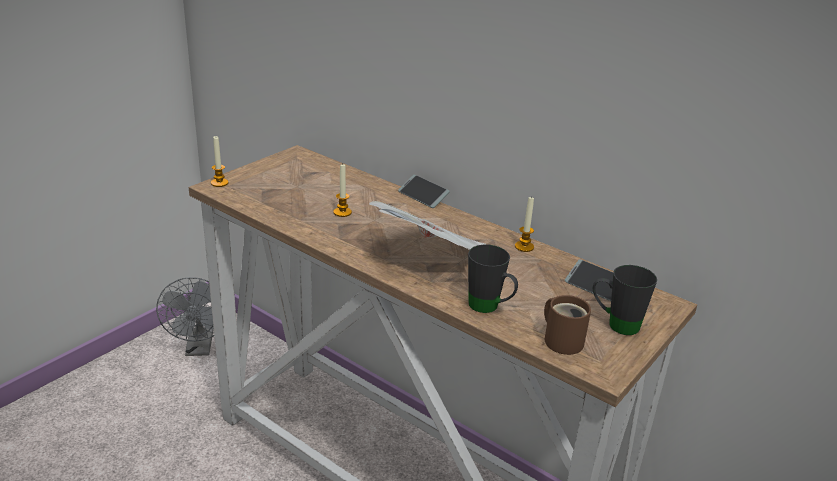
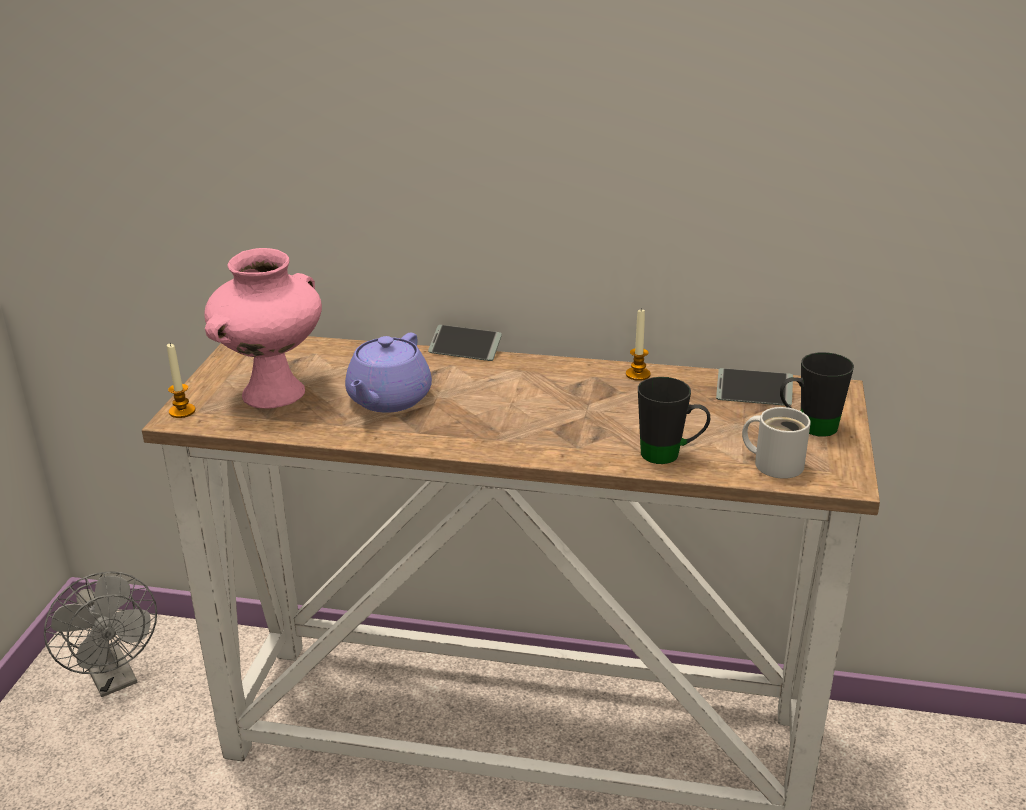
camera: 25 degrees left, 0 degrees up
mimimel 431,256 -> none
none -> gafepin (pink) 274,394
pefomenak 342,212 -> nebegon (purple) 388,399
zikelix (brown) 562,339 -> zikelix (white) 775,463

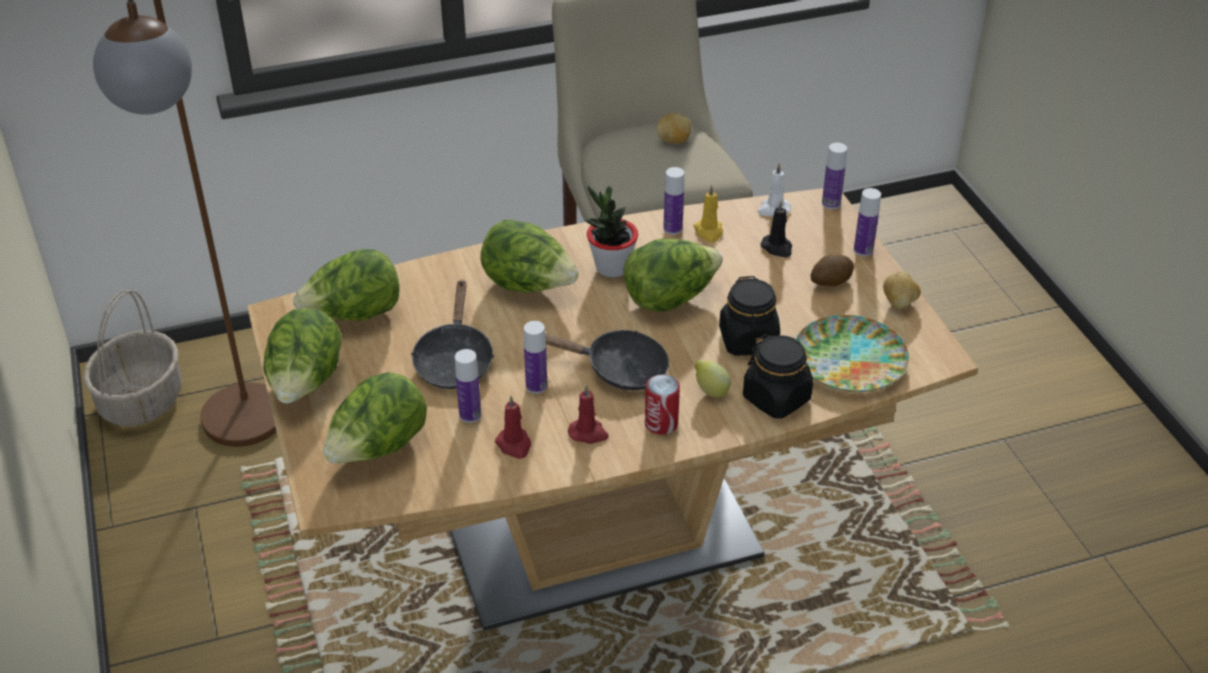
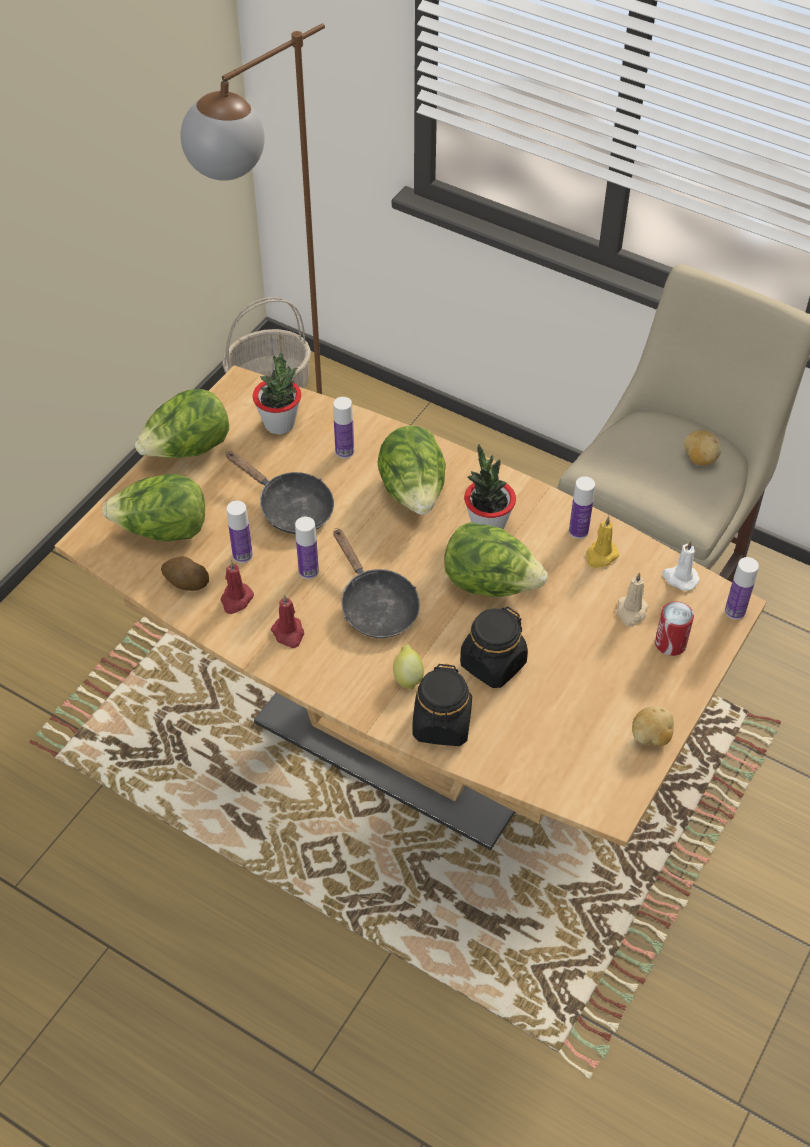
camera: 50 degrees right, 10 degrees up
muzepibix 849,360 -> none
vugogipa 661,423 -> vugogipa 670,643, shifted
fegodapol 830,282 -> fegodapol 186,583, shifted
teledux 863,250 -> teledux 344,451, shifted
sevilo 354,315 -> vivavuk 280,424
pefomenak (black) 777,248 -> pefomenak (beige) 631,612
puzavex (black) 454,360 -> puzavex (black) 290,507, 105 degrees counterclockwise

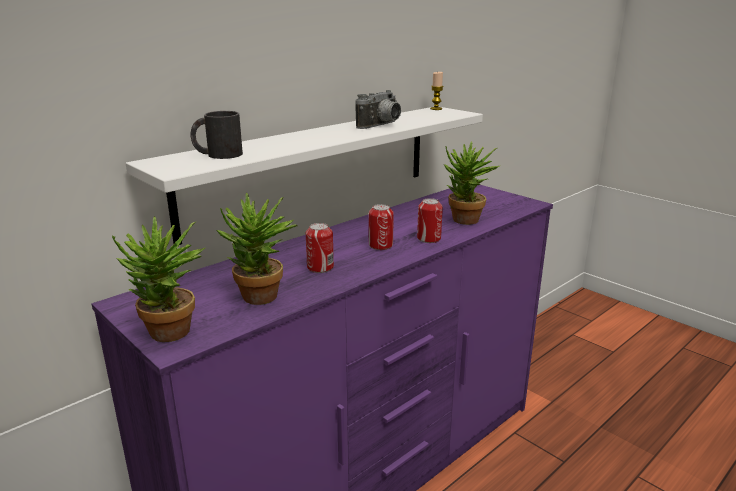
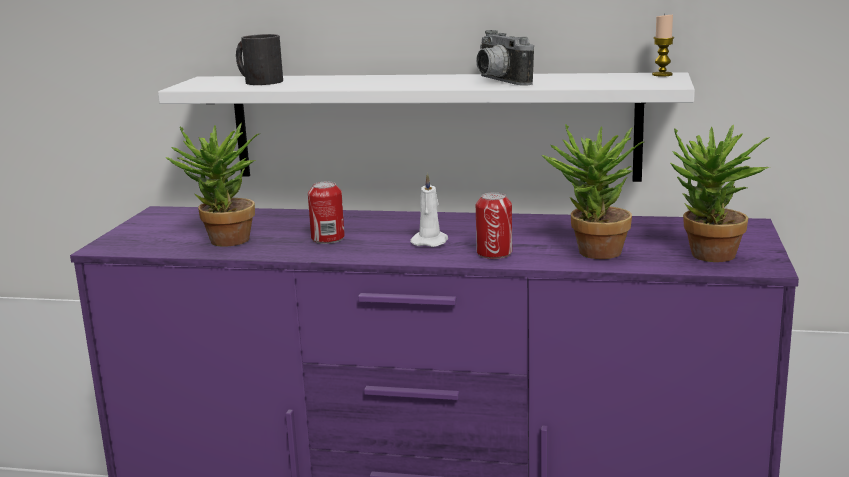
camera: 55 degrees right, 5 degrees down
vivavuk 170,336 -> vivavuk 709,258, shifted
vugogipa 380,245 -> pefomenak (white) 430,241
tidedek 381,126 -> tidedek 497,81, 60 degrees clockwise

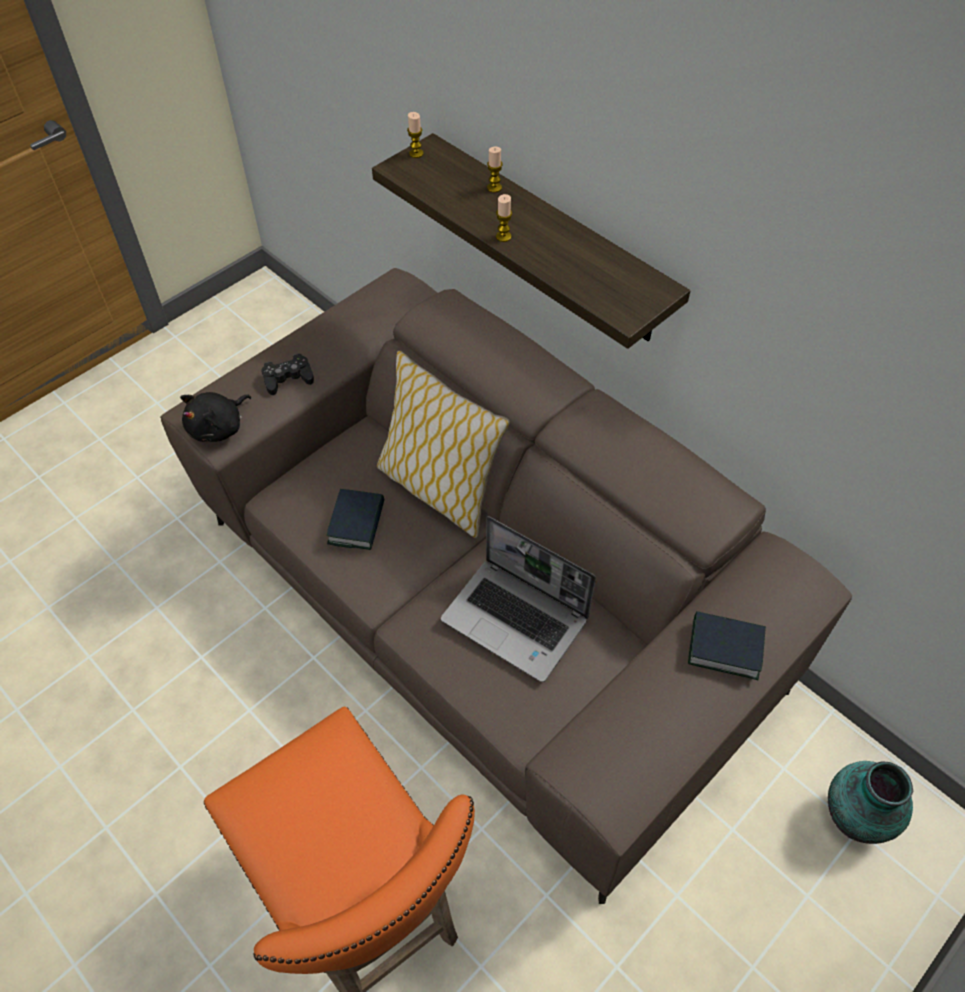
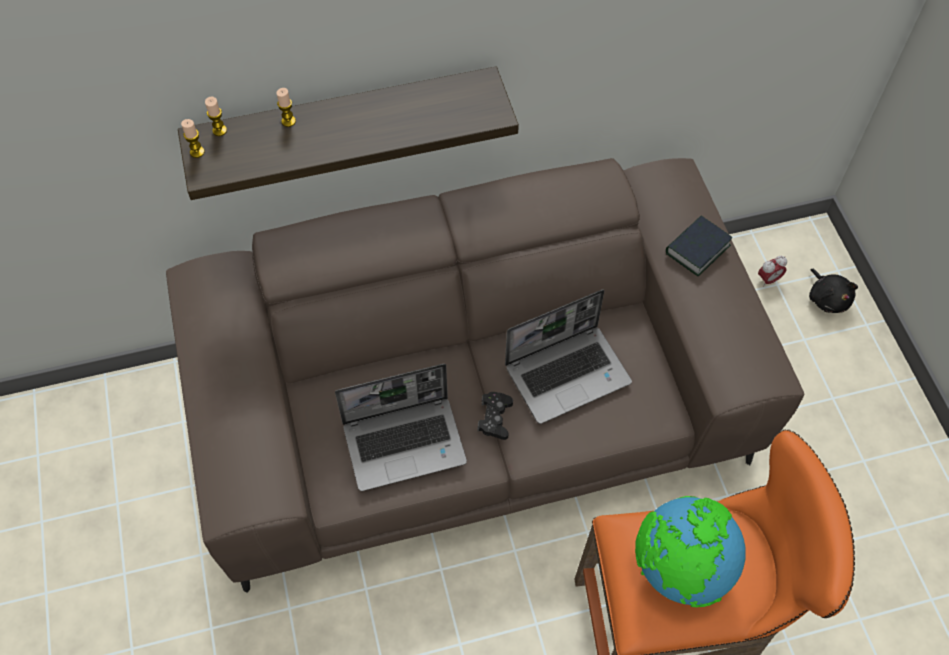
camera: 60 degrees left, 5 degrees up
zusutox 438,488 -> none
none -> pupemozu 680,569
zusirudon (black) 219,427 -> zusirudon (black) 827,298, shifted
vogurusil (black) 288,378 -> vogurusil (black) 495,418, shifted
pefomenak 503,236 -> pefomenak 219,130, shifted
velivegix 357,523 -> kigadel 405,442
gafepin 855,816 -> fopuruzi 768,280

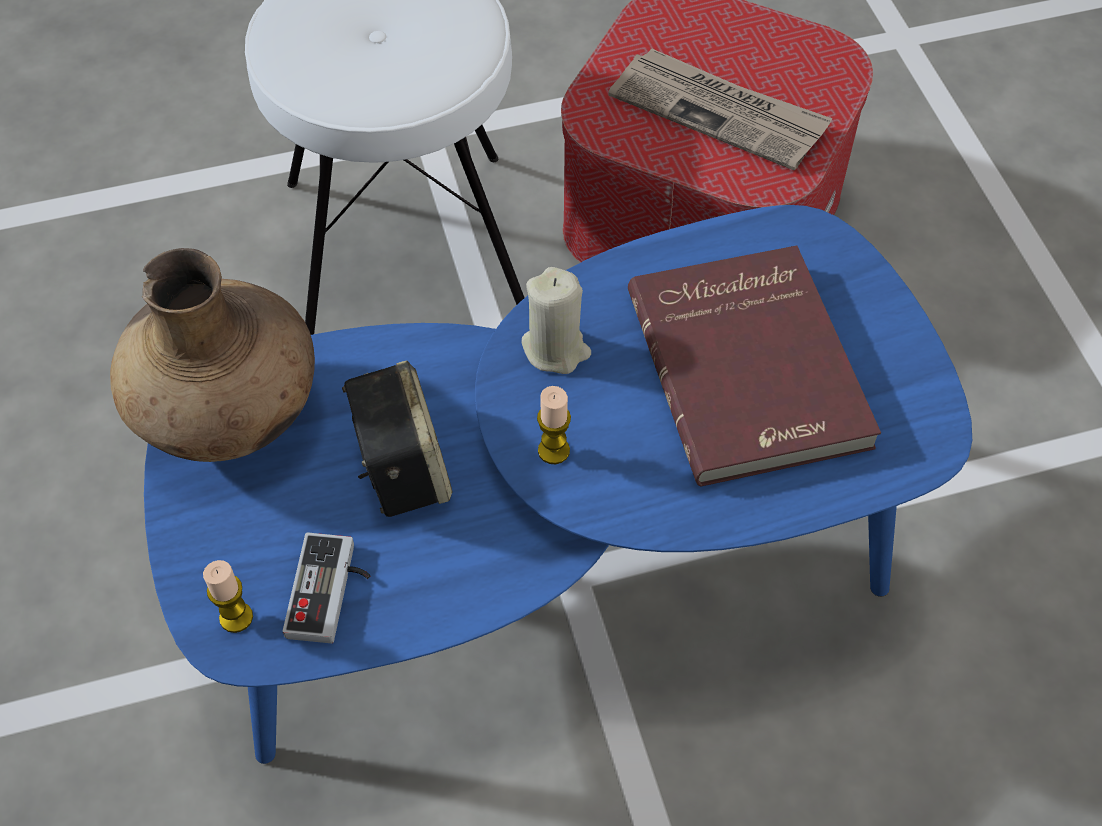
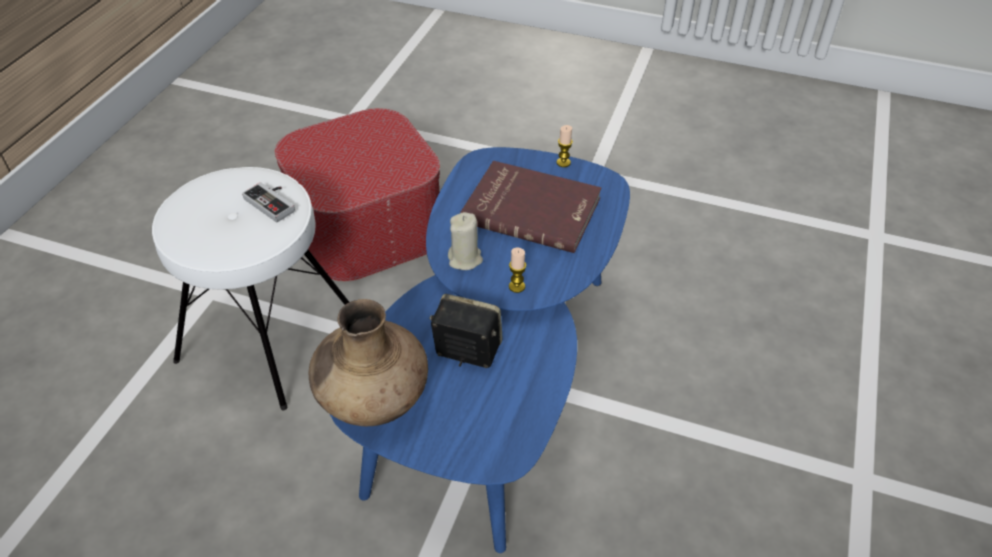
camera: 55 degrees left, 10 degrees down
mimimel 719,112 -> none
pefomenak 236,617 -> pefomenak 563,162, shifted
vogurusil 332,592 -> vogurusil 274,202, shifted

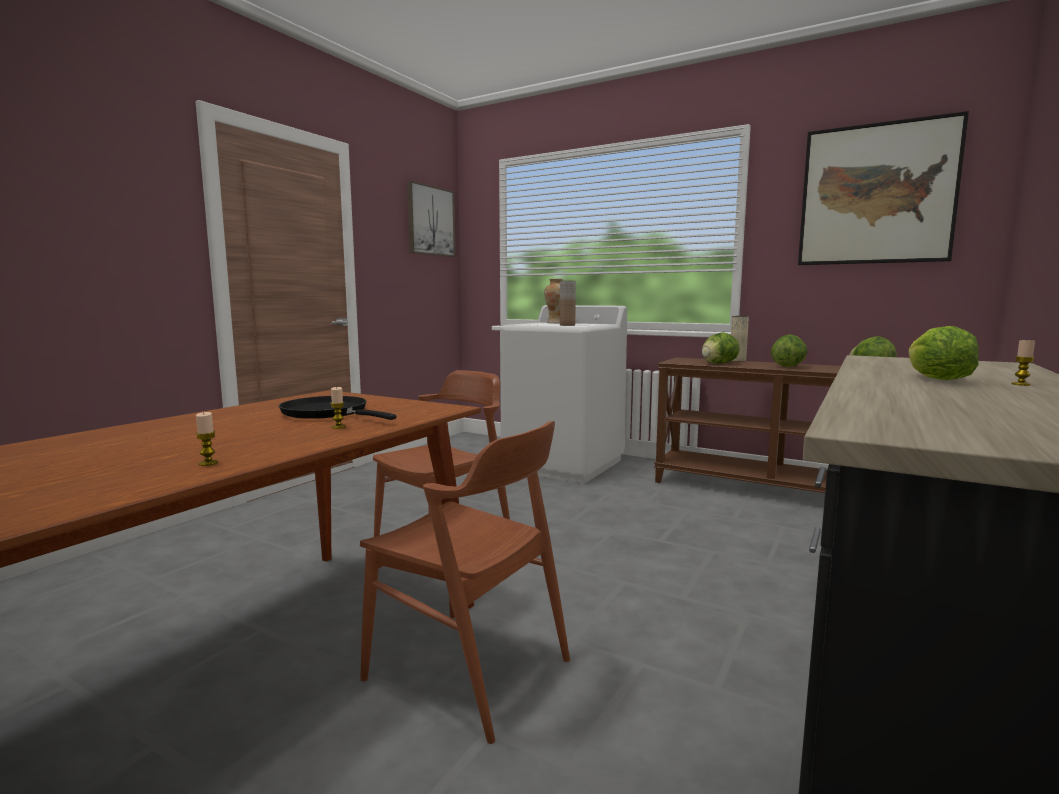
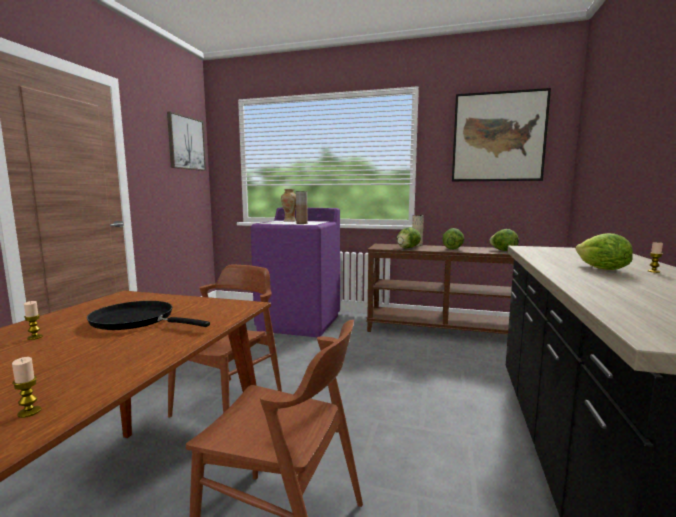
camera: 15 degrees left, 0 degrees up
pefomenak 338,427 -> pefomenak 35,337, shifted
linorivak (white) 564,465 -> linorivak (purple) 300,323

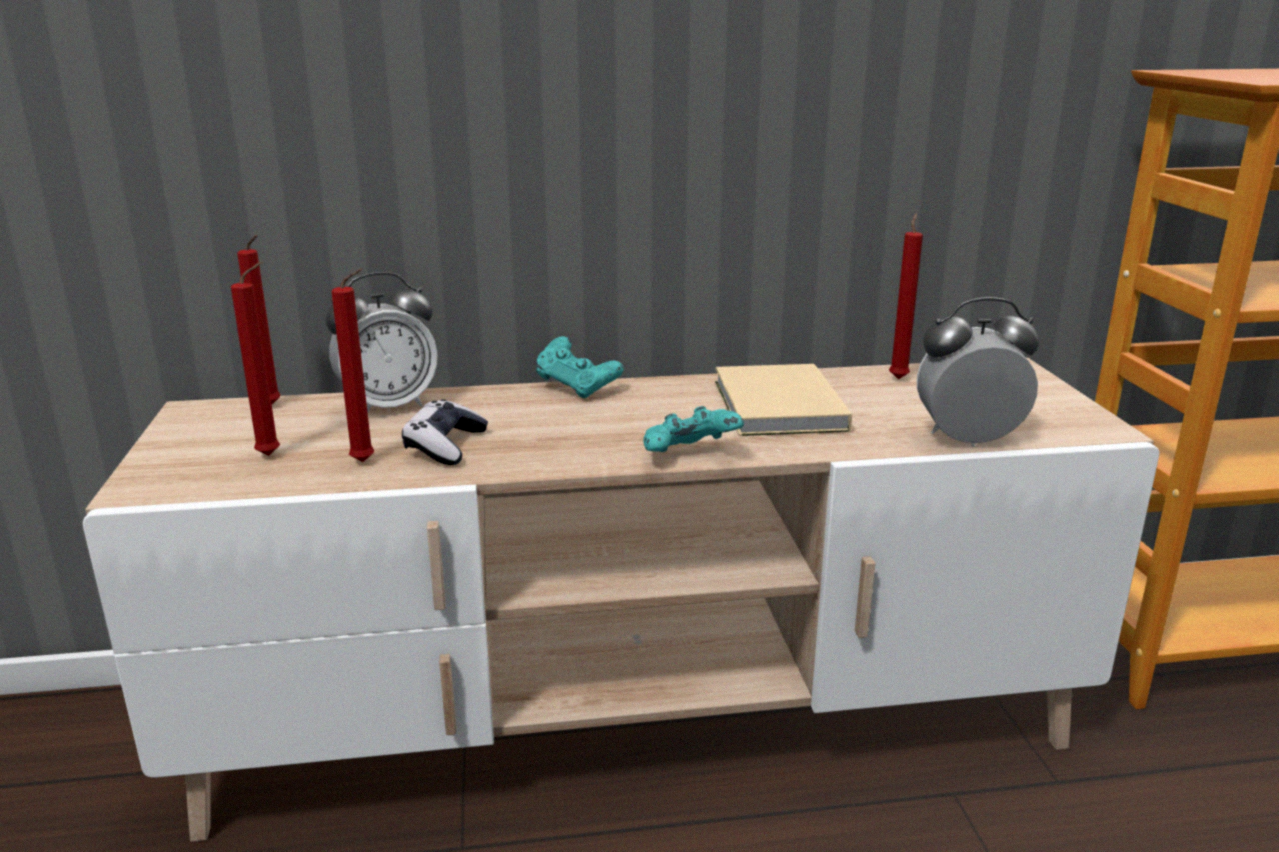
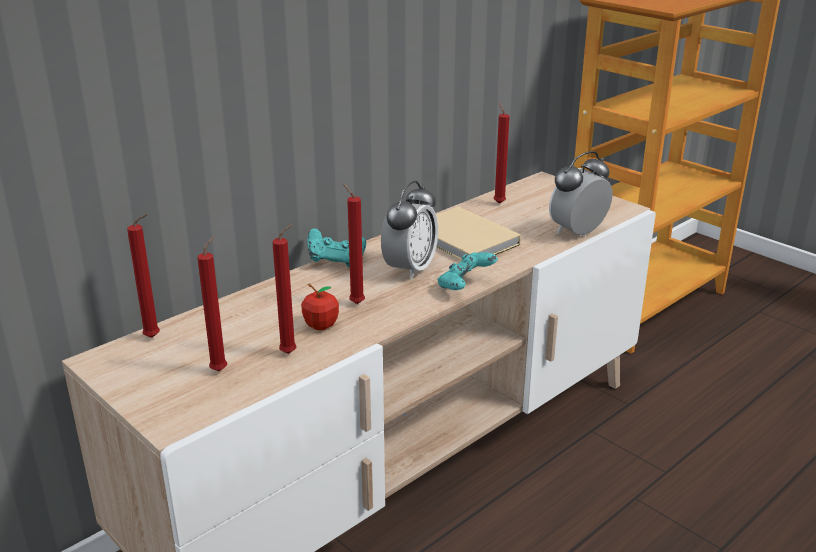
camera: 35 degrees left, 5 degrees up
none -> pefomenak (red) 355,303
fopuruzi 388,406 -> fopuruzi 410,269, shifted
vogurusil 445,446 -> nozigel 321,326

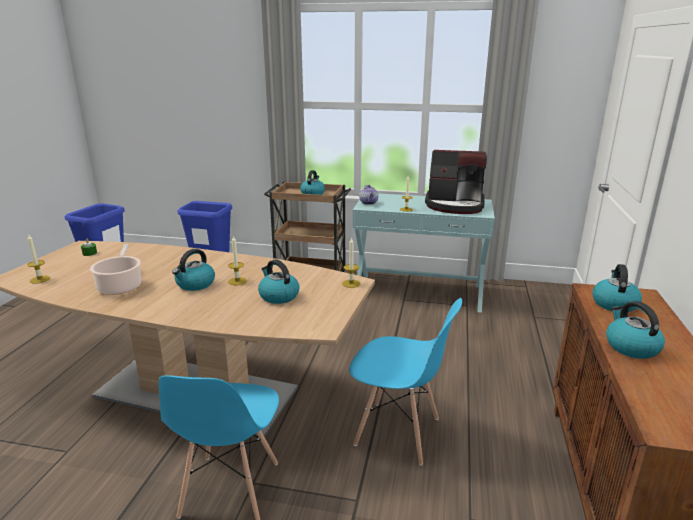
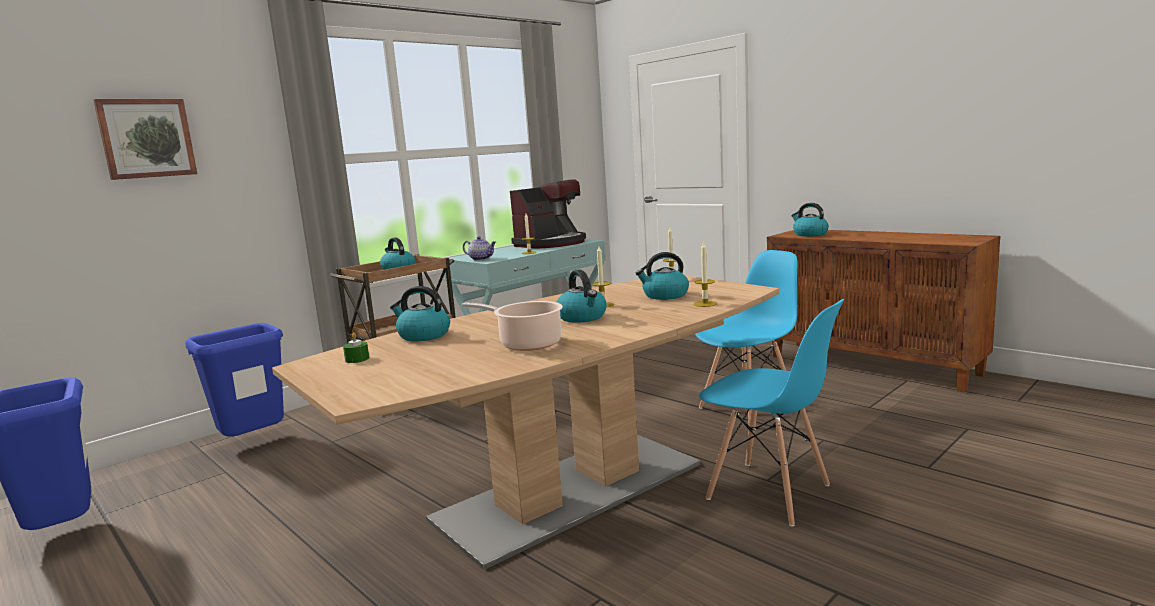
camera: 55 degrees left, 10 degrees down
none -> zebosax 146,138
pefomenak 40,279 -> pefomenak 705,304, shifted
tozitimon 630,347 -> tozitimon 423,335, shifted

